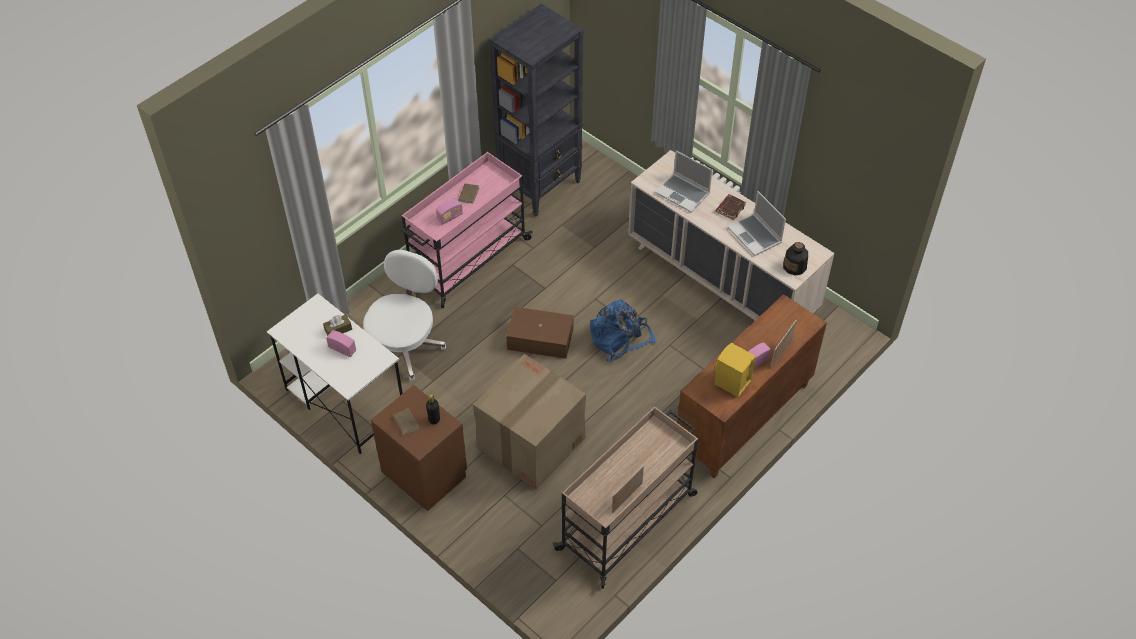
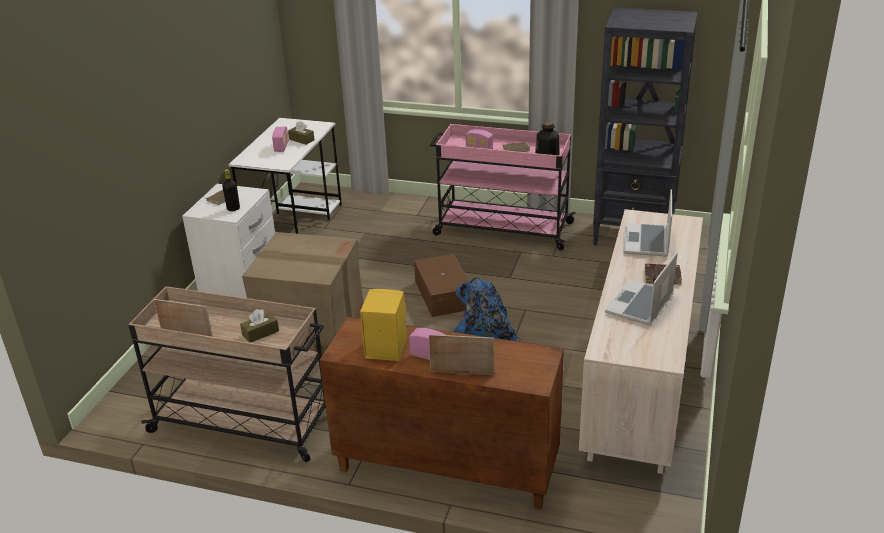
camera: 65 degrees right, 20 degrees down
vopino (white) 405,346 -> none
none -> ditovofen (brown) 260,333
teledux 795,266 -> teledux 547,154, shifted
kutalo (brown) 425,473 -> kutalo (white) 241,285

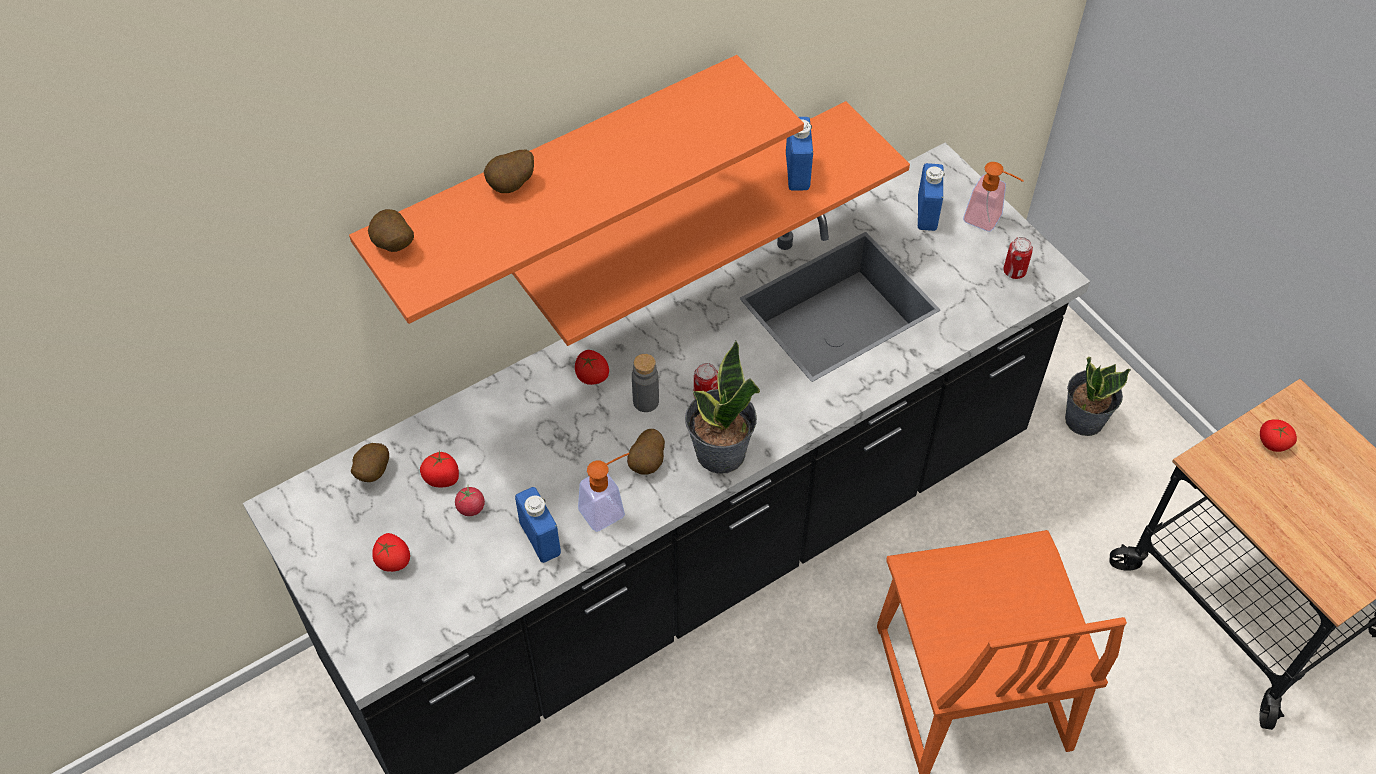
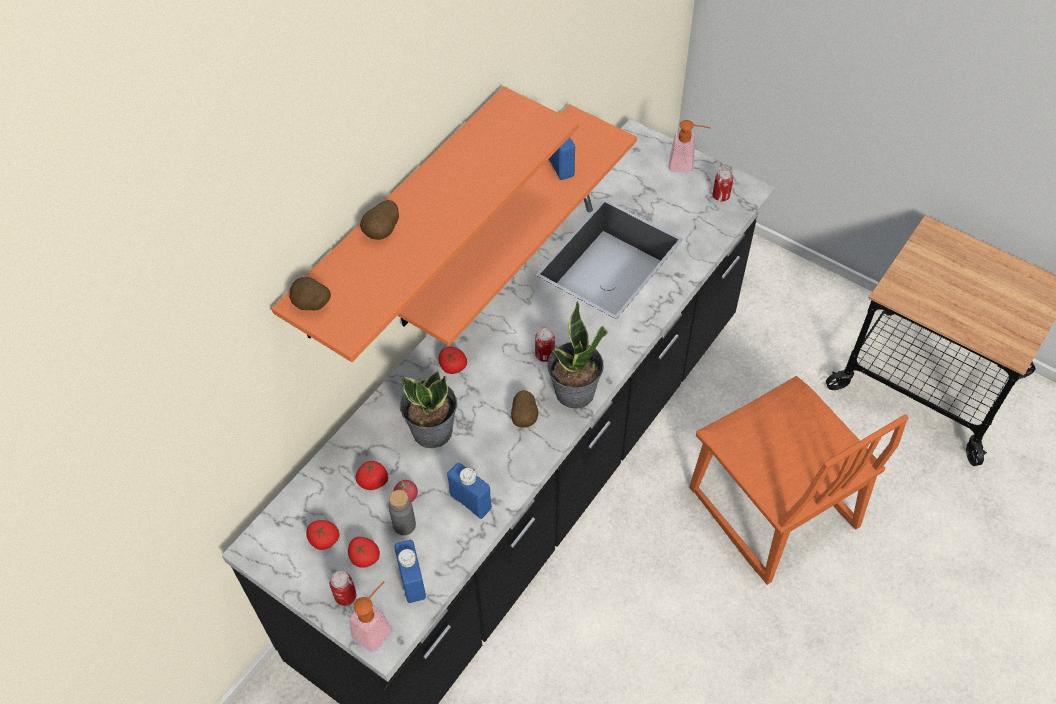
camera: 20 degrees left, 0 degrees up
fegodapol 371,472 -> none
none -> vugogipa 345,596
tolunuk 608,509 -> tolunuk 377,628, shifted
teledux (grey) 646,401 -> teledux (grey) 404,525, shifted
teledux (blue) 927,213 -> teledux (blue) 412,581, shifted
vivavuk 1084,419 -> vivavuk 432,430, shifted
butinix 1272,443 -> butinix 324,540, shifted

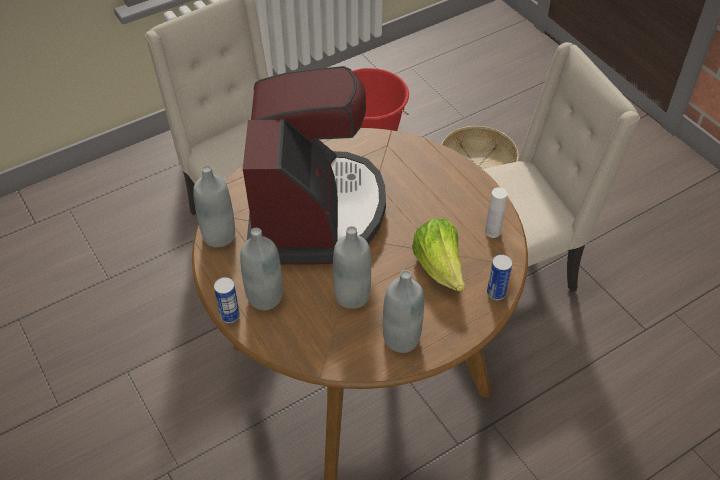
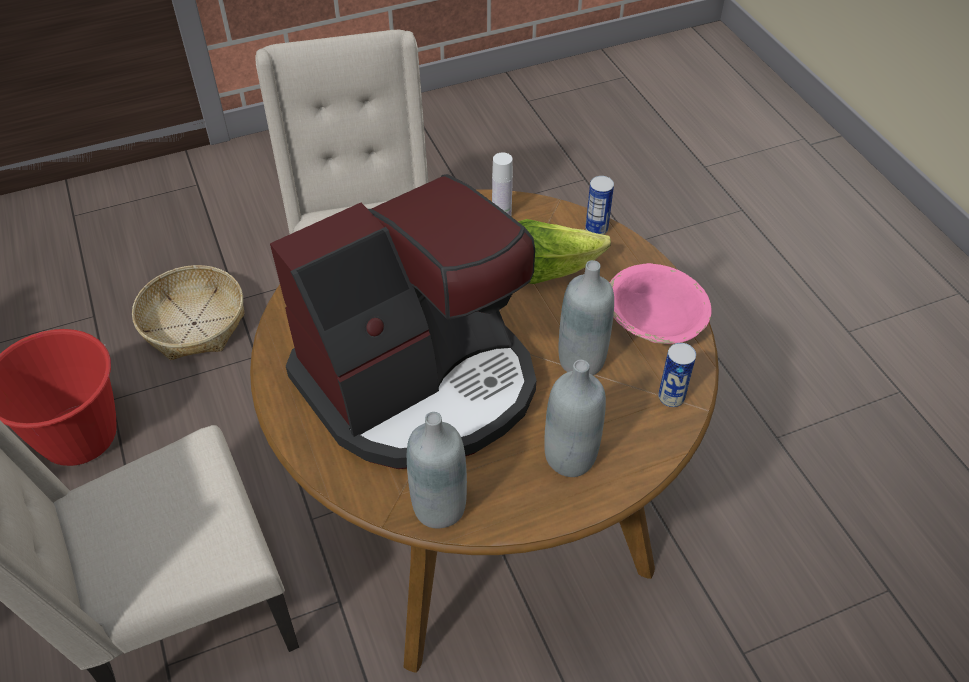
camera: 80 degrees left, 0 degrees up
vugogipa 230,316 -> vugogipa 671,397, shifted
teledux (grey) 401,339 -> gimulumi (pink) 654,322
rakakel 314,212 -> rakakel 420,383, 135 degrees clockwise

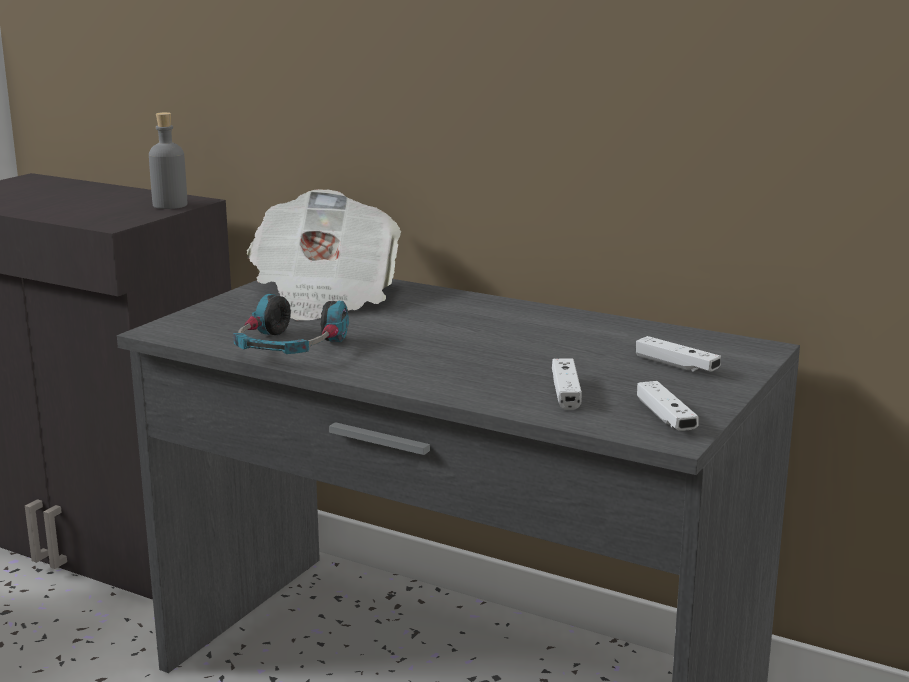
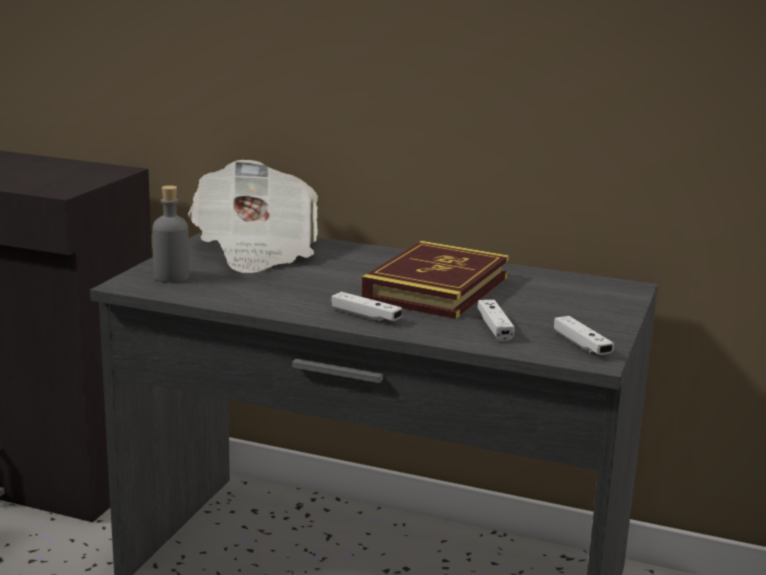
camera: 10 degrees left, 0 degrees up
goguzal 290,348 -> none
none -> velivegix 436,288
teledux (grey) 170,205 -> teledux (grey) 171,277, shifted
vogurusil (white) 676,365 -> vogurusil (white) 365,316, shifted

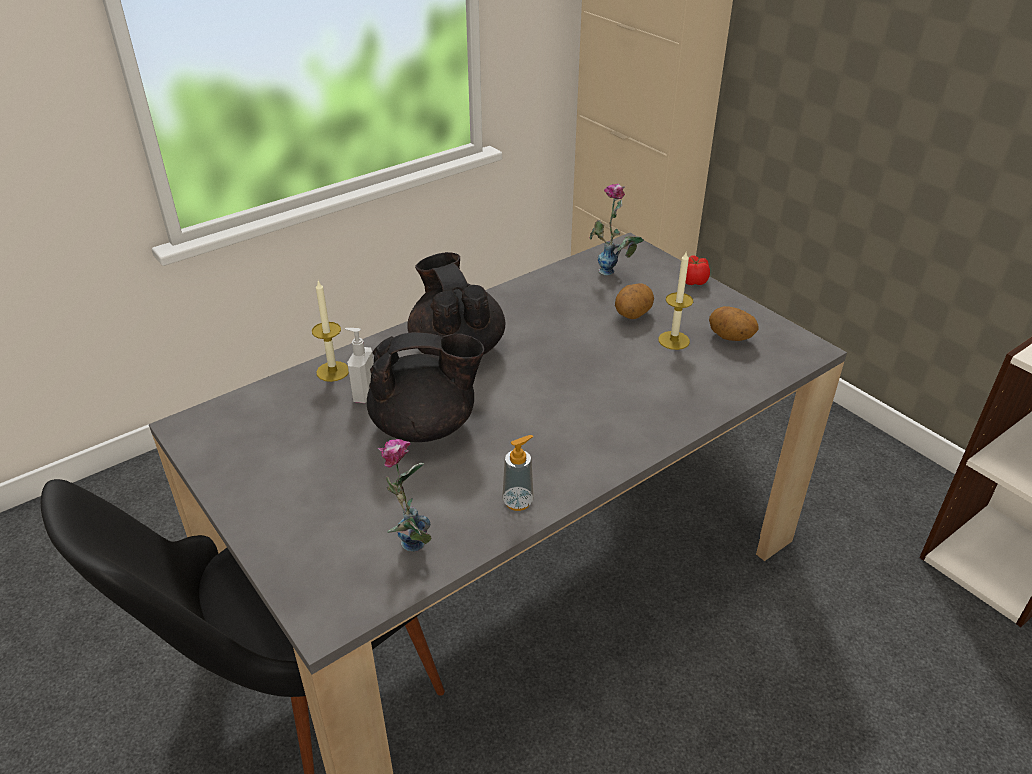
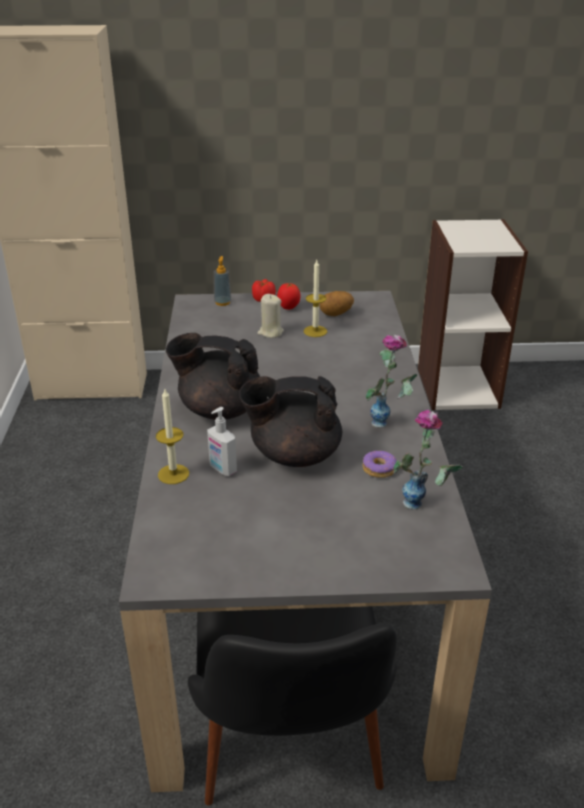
camera: 55 degrees left, 5 degrees down
none -> butinix 288,308
none -> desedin 379,469
tolunuk 518,501 -> tolunuk 222,302, shifted
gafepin 613,276 -> gafepin 390,423, shifted
fegodapol 632,315 -> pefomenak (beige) 270,332
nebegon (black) 426,426 -> nebegon (black) 293,454, 120 degrees counterclockwise

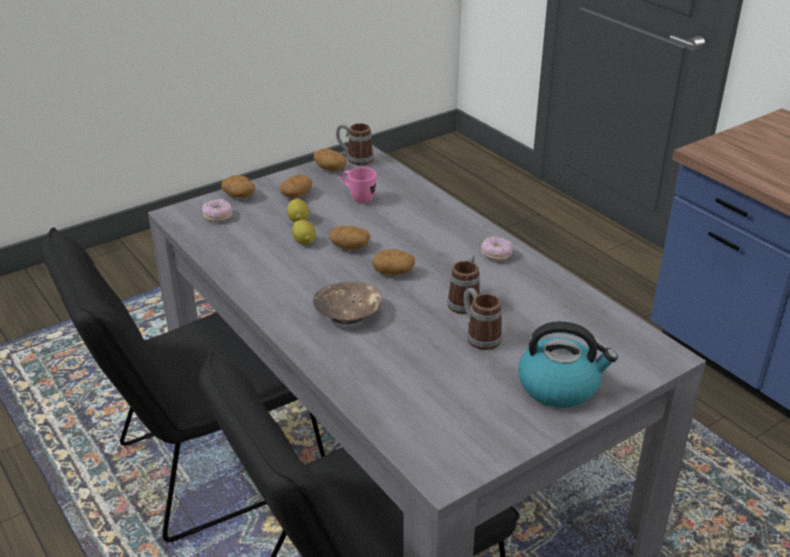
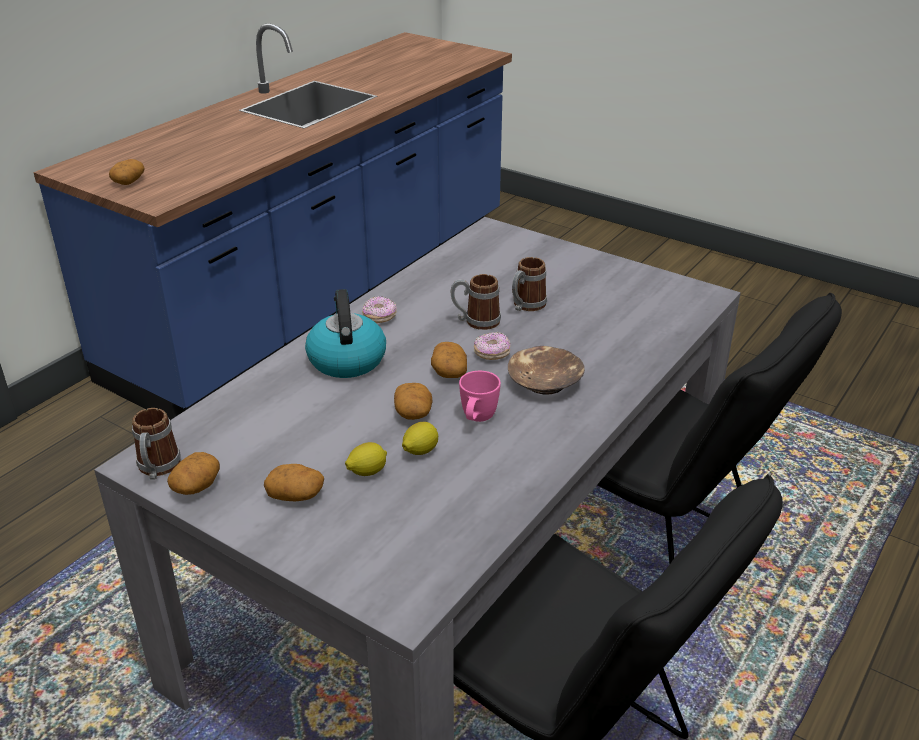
camera: 110 degrees left, 0 degrees up
desedin 218,216 -> desedin 492,354, shifted
fegodapol 239,195 -> fegodapol 128,181, shifted
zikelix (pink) 358,198 -> zikelix (pink) 477,420, shifted
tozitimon 559,386 -> tozitimon 346,359, shifted

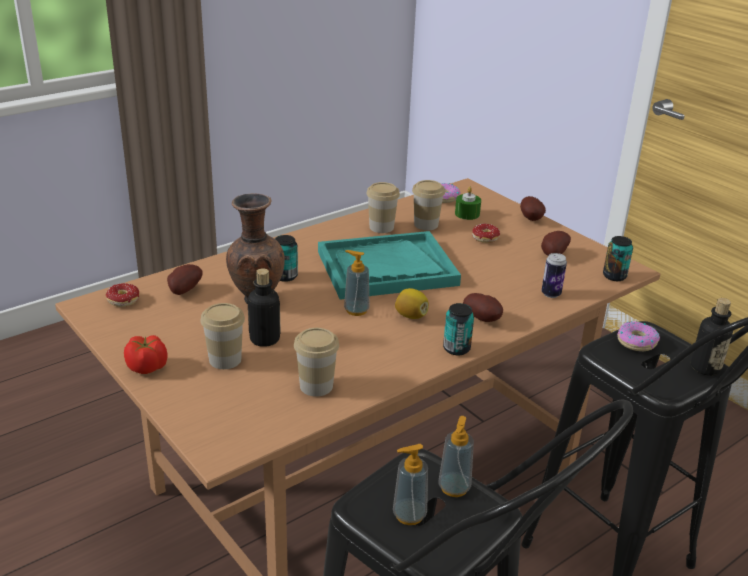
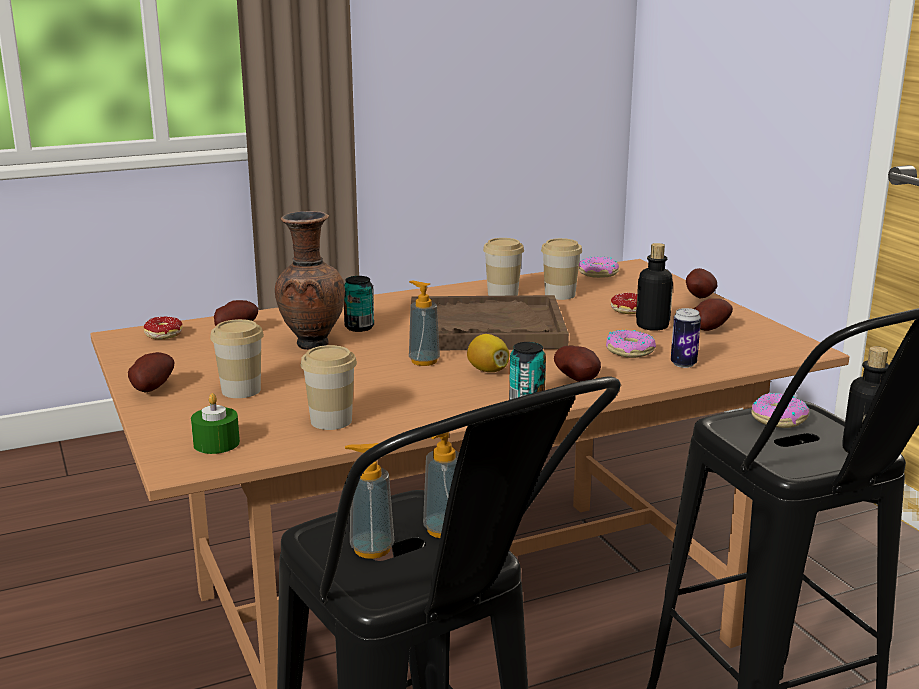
camera: 15 degrees right, 10 degrees down
vugogipa 614,276 -> none
none -> desedin 629,351
teledux 264,339 -> teledux 652,326, shifted
pefomenak (green) 467,214 -> pefomenak (green) 216,443, shifted
butinix 147,367 -> fegodapol 150,389
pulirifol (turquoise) 386,268 -> pulirifol (brown) 485,328

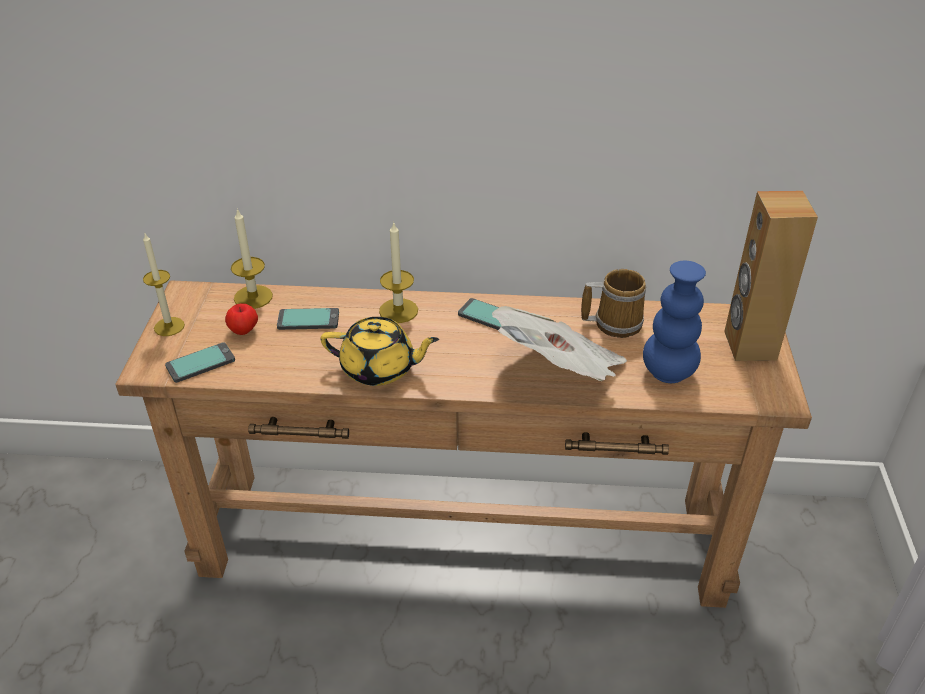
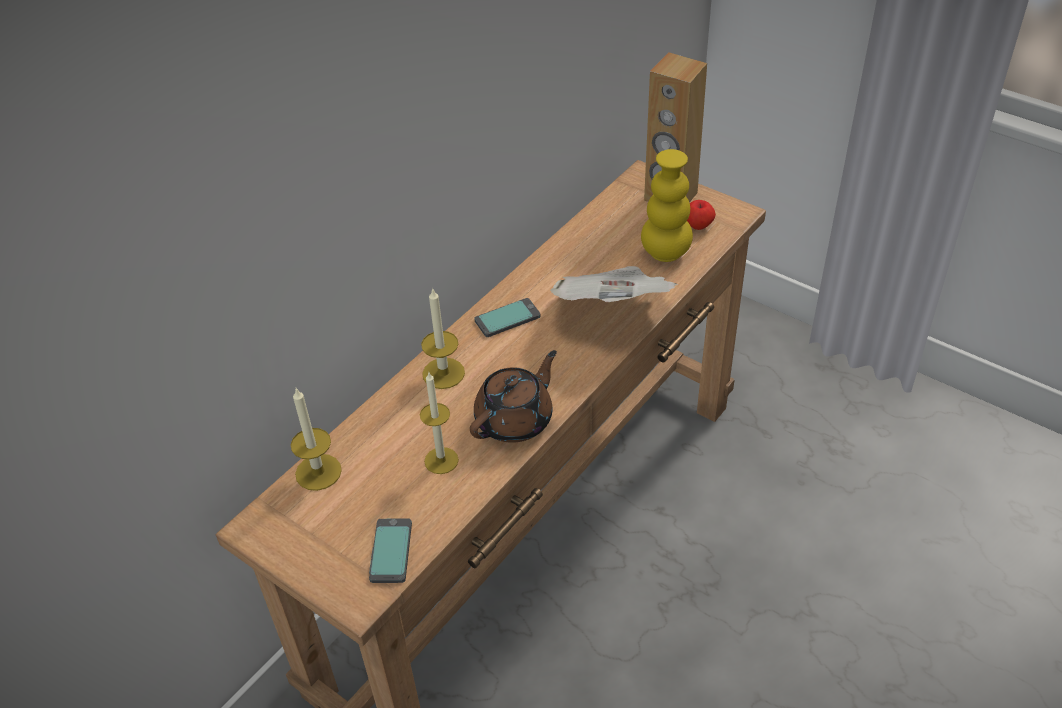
camera: 55 degrees left, 5 degrees up
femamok 308,320 -> none
zikelix 614,322 -> none
pefomenak 169,326 -> pefomenak 441,460, shifted
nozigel 243,331 -> nozigel 698,225, shifted
nebegon (yellow) 379,369 -> nebegon (brown) 515,419
gafepin (blue) 668,373 -> gafepin (yellow) 665,253

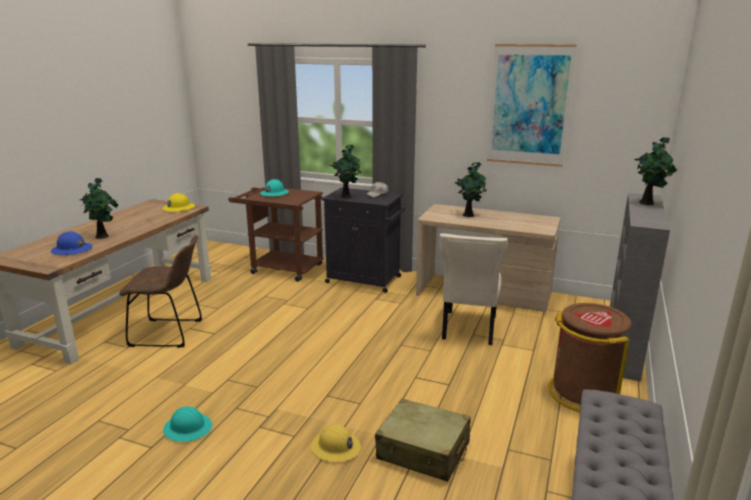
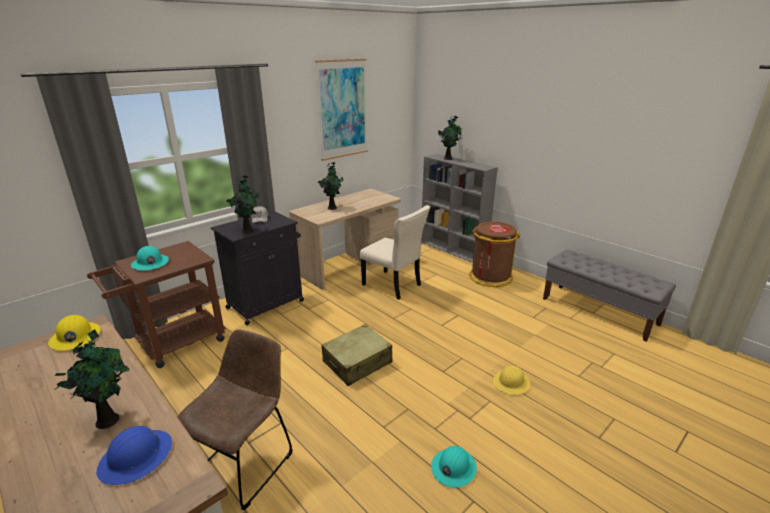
camera: 65 degrees left, 5 degrees up
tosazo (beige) 423,451 -> tosazo (beige) 357,362, shifted

